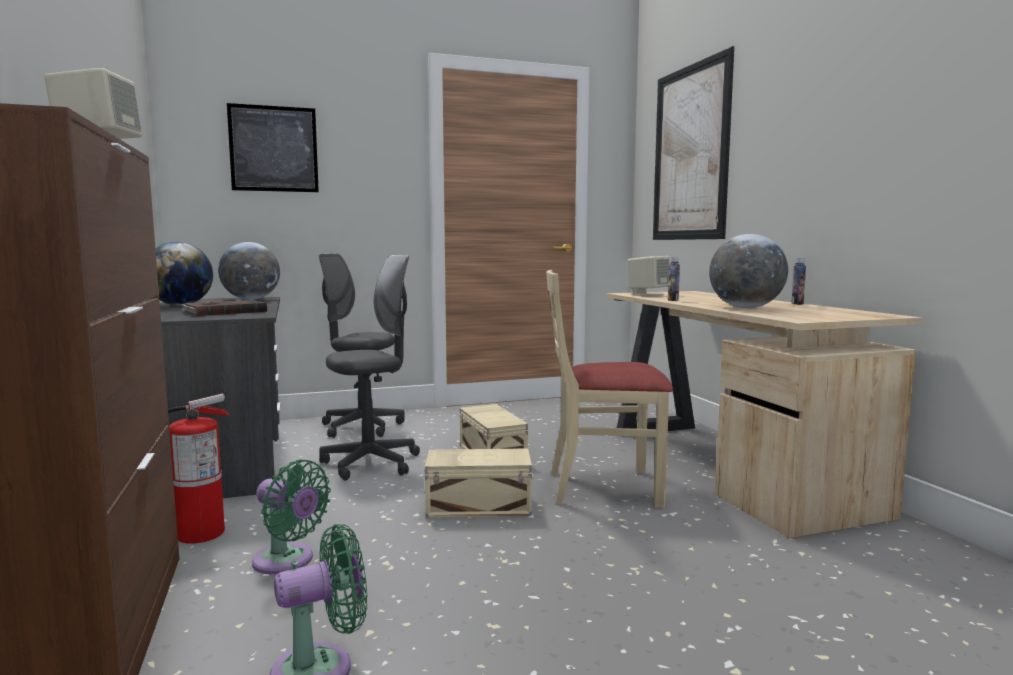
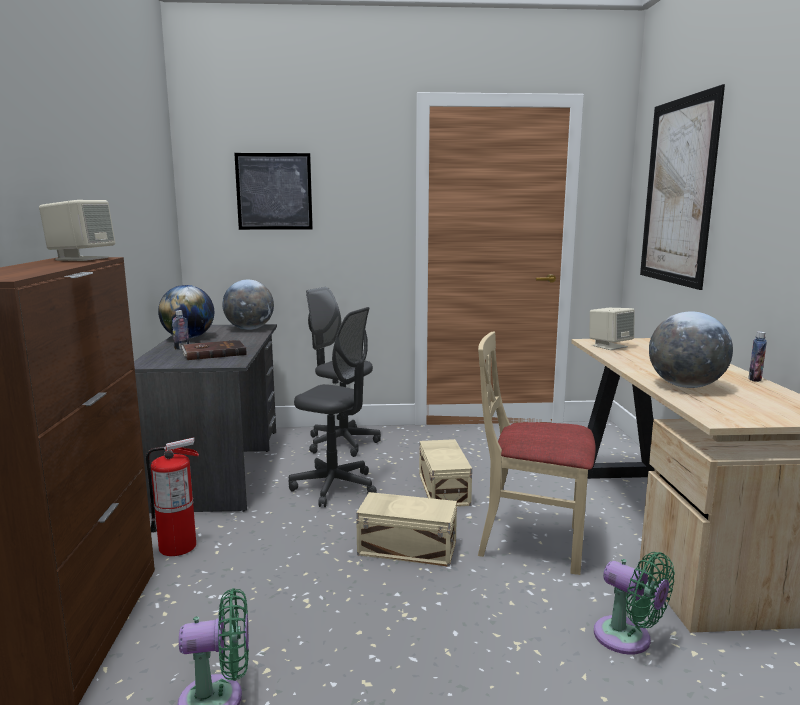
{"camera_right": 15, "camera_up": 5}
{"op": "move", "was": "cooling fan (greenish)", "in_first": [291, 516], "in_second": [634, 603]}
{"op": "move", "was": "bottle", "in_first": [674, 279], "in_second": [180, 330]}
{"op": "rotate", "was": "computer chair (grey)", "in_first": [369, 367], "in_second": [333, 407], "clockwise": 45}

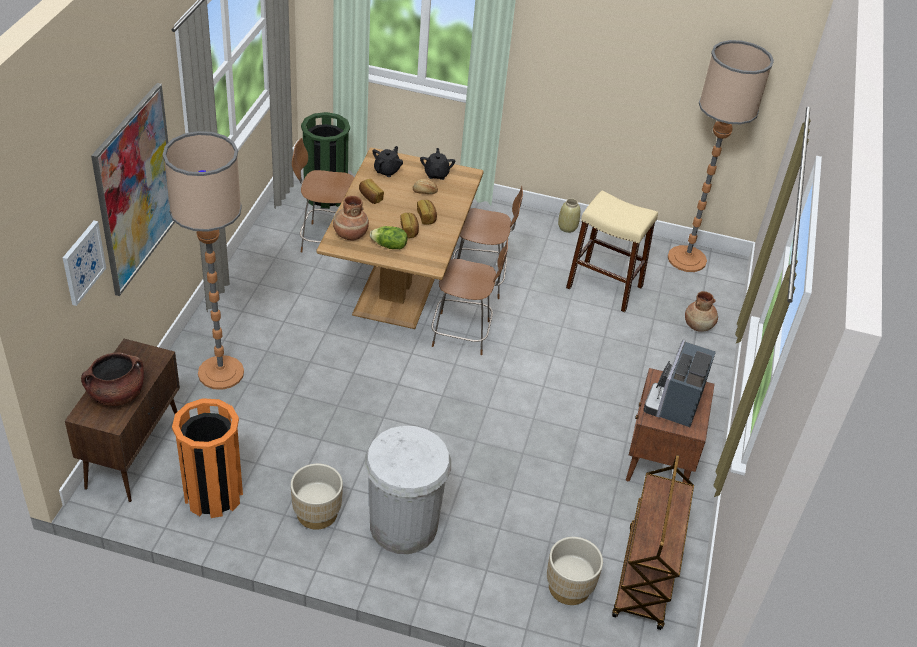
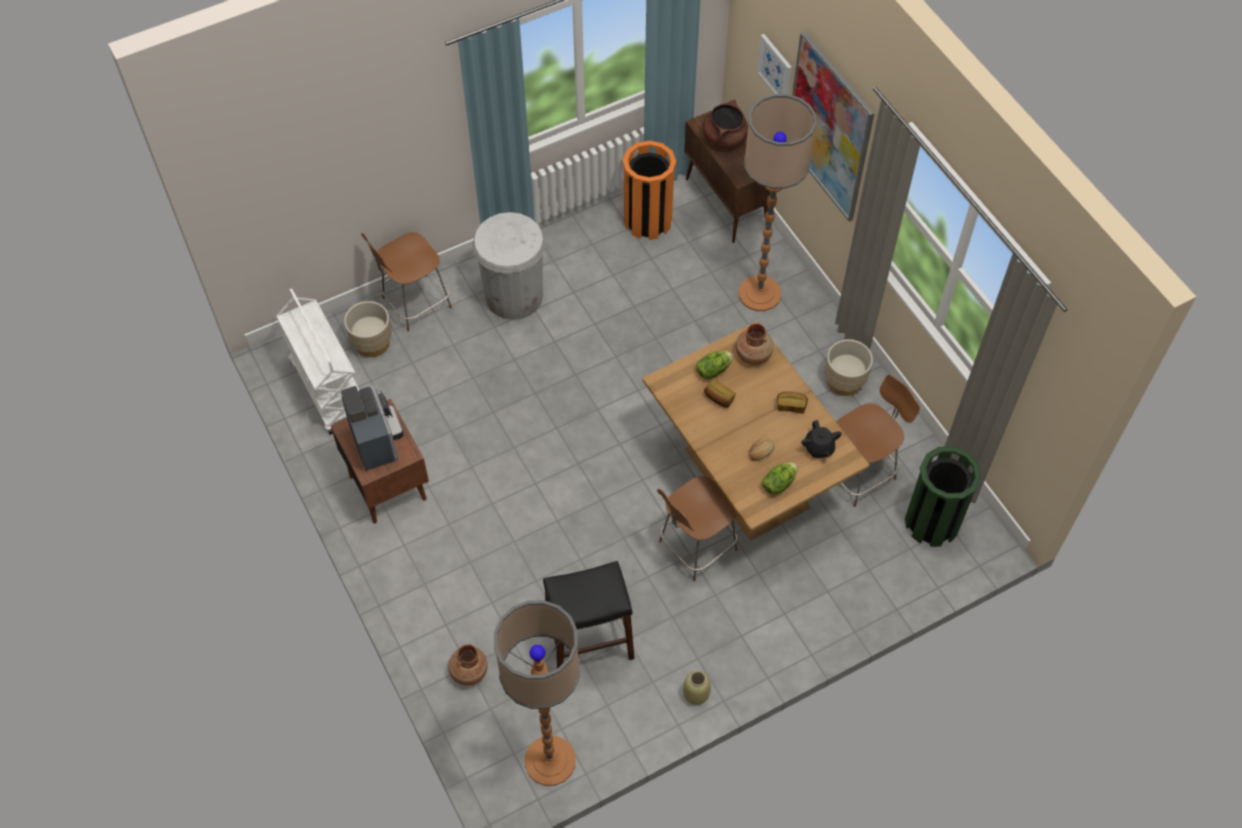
{"camera_right": 140, "camera_up": 15}
{"op": "delete", "was": "bread", "in_first": [427, 212]}
{"op": "move", "was": "flower pot (beige-coloured)", "in_first": [317, 497], "in_second": [849, 367]}
{"op": "move", "was": "plain chair (brownish)", "in_first": [469, 296], "in_second": [406, 282]}
{"op": "replace", "was": "pot for tea (black)", "now": "lettuce head", "in_first": [437, 164], "in_second": [780, 478]}
{"op": "recolor", "was": "stool (beige-coloured)", "now": "stool (black)", "in_first": [612, 251], "in_second": [588, 615]}
{"op": "recolor", "was": "wheeled cart (brownish)", "now": "wheeled cart (white)", "in_first": [653, 542], "in_second": [318, 361]}

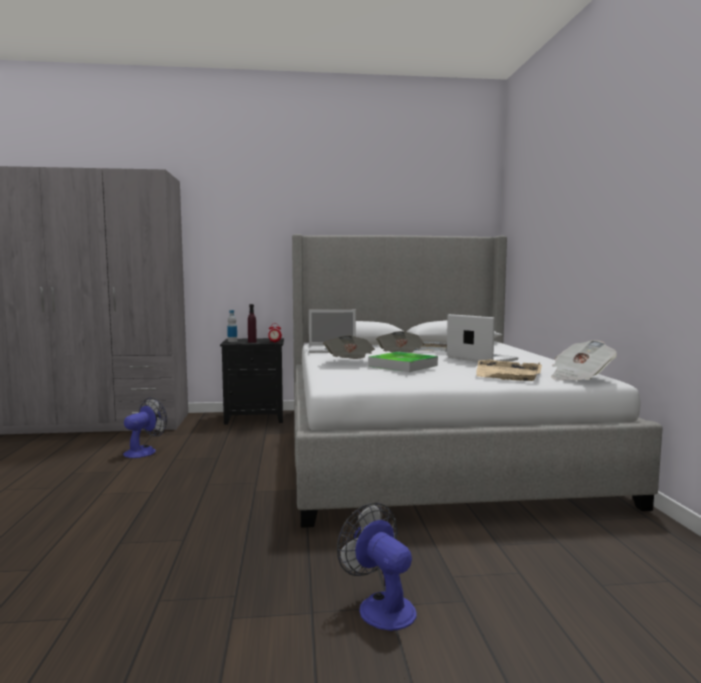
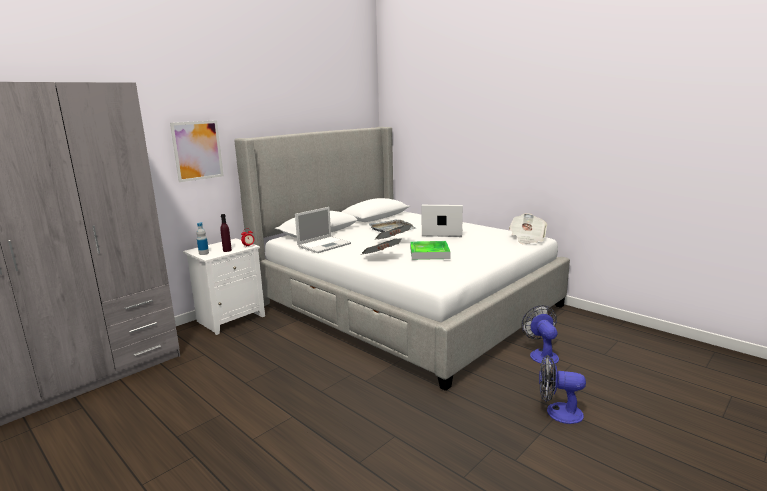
{"camera_right": -40, "camera_up": 10}
{"op": "delete", "was": "serving tray (beige-coloured)", "in_first": [509, 370]}
{"op": "insert", "now": "picture", "in_second": [197, 151]}
{"op": "move", "was": "cooling fan", "in_first": [145, 428], "in_second": [540, 335]}
{"op": "recolor", "was": "bedside table (black)", "now": "bedside table (white)", "in_first": [252, 381], "in_second": [224, 286]}

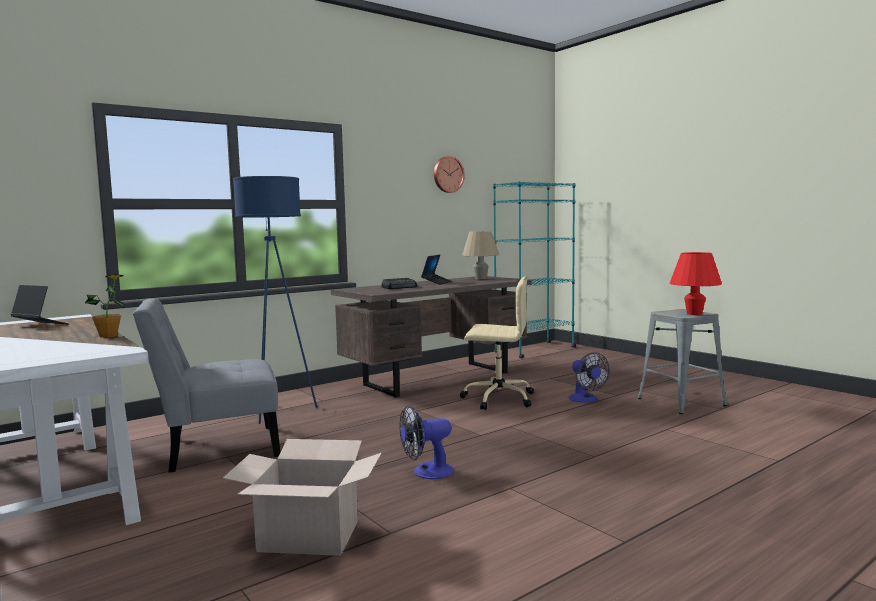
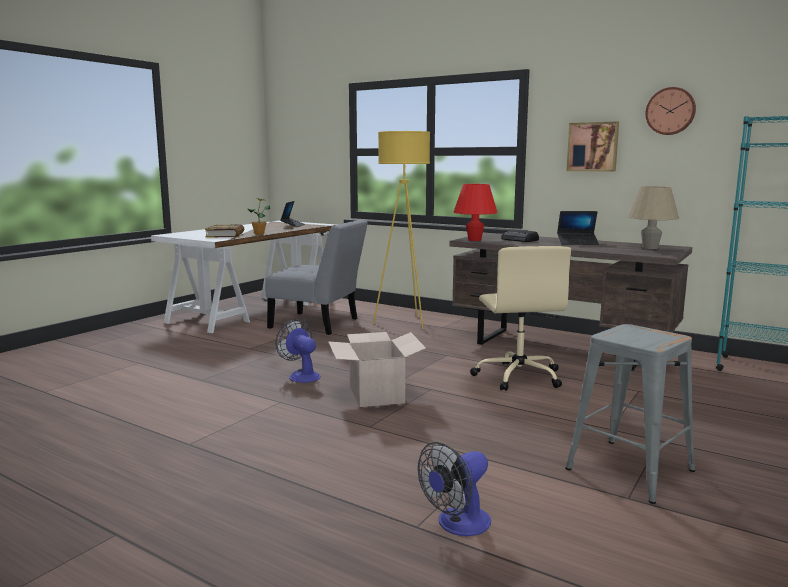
{"camera_right": 70, "camera_up": 5}
{"op": "insert", "now": "book", "in_second": [224, 231]}
{"op": "insert", "now": "picture", "in_second": [592, 146]}
{"op": "move", "was": "carton", "in_first": [302, 497], "in_second": [377, 369]}
{"op": "move", "was": "cooling fan", "in_first": [589, 378], "in_second": [454, 489]}
{"op": "move", "was": "table lamp (red)", "in_first": [696, 283], "in_second": [476, 212]}
{"op": "recolor", "was": "standard lamp (bluish)", "now": "standard lamp (yellowish)", "in_first": [275, 300], "in_second": [401, 230]}
{"op": "rotate", "was": "plain chair (grey)", "in_first": [206, 385], "in_second": [316, 277], "clockwise": 150}

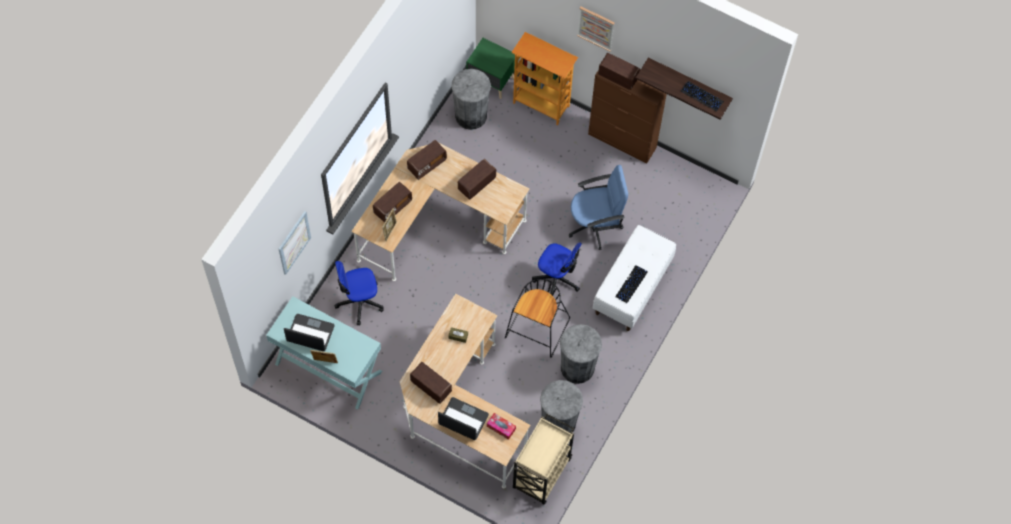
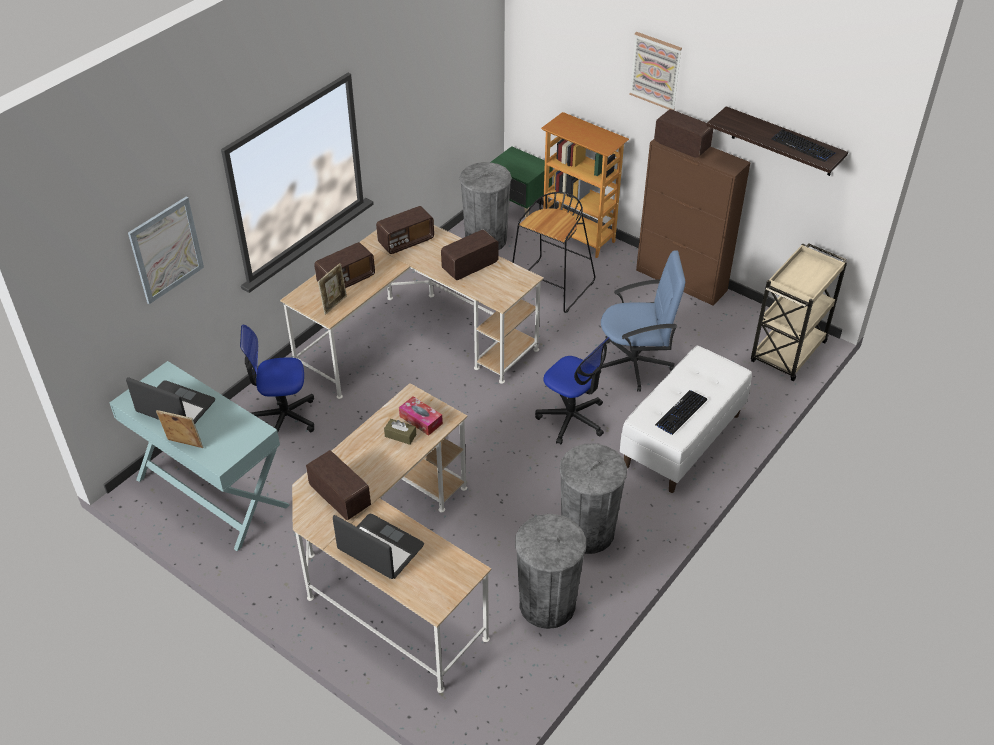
{"camera_right": 10, "camera_up": -20}
{"op": "move", "was": "box of tissues", "in_first": [501, 426], "in_second": [421, 416]}
{"op": "move", "was": "stool (black)", "in_first": [537, 318], "in_second": [553, 252]}
{"op": "move", "was": "wheeled cart (beige-coloured)", "in_first": [543, 459], "in_second": [799, 312]}

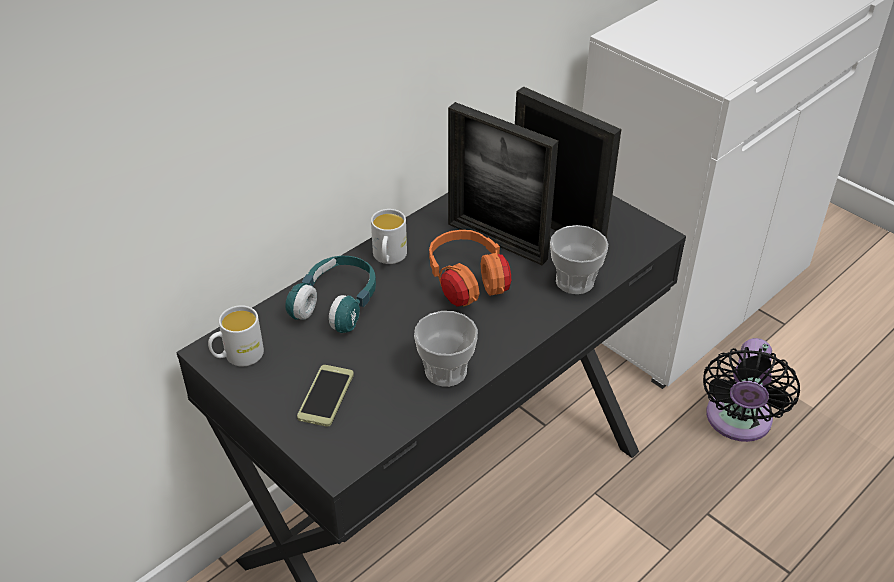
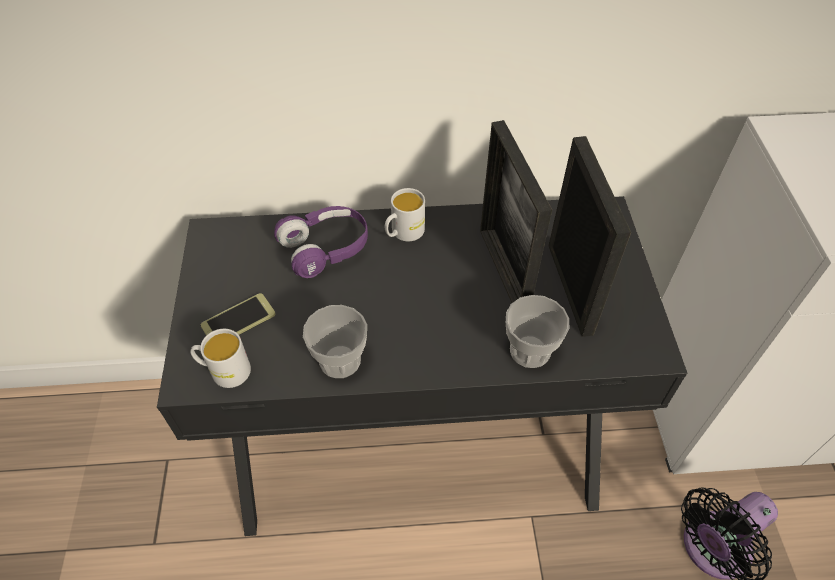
{"camera_right": 40, "camera_up": 10}
{"op": "delete", "was": "headset (orange)", "in_first": [470, 268]}
{"op": "move", "was": "tea mug (white)", "in_first": [236, 335], "in_second": [220, 358]}
{"op": "recolor", "was": "headset (blue-green)", "now": "headset (purple-coloured)", "in_first": [330, 294], "in_second": [321, 242]}

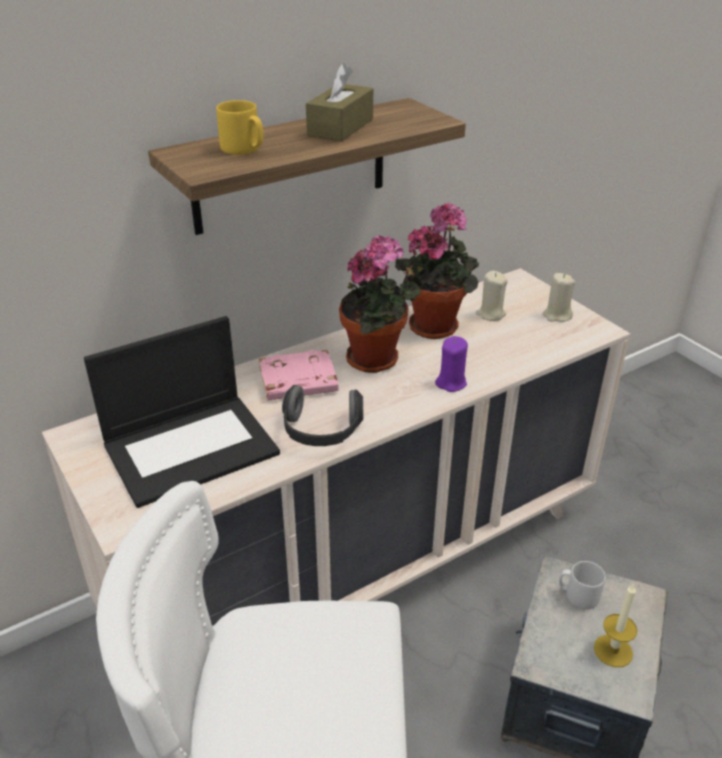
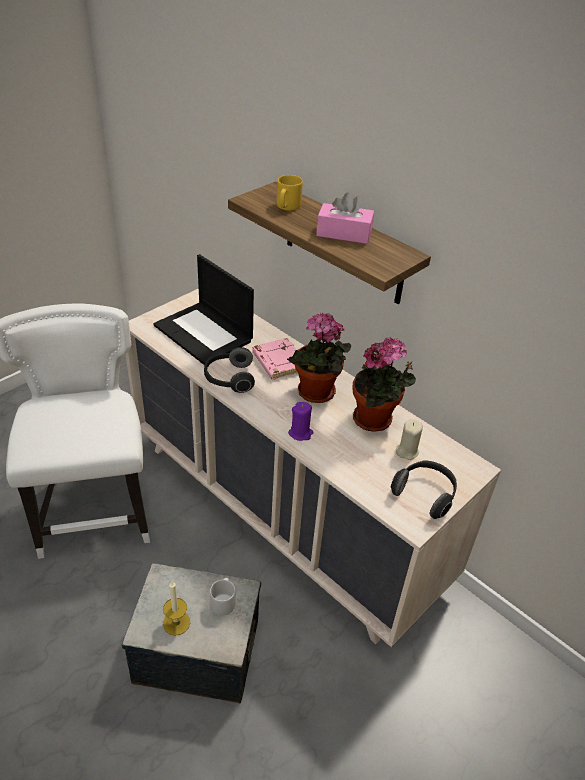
{"camera_right": 75, "camera_up": 5}
{"op": "replace", "was": "candle (beige-coloured)", "now": "headset", "in_first": [559, 297], "in_second": [424, 489]}
{"op": "recolor", "was": "box of tissues (brownish)", "now": "box of tissues (pink)", "in_first": [339, 102], "in_second": [345, 218]}

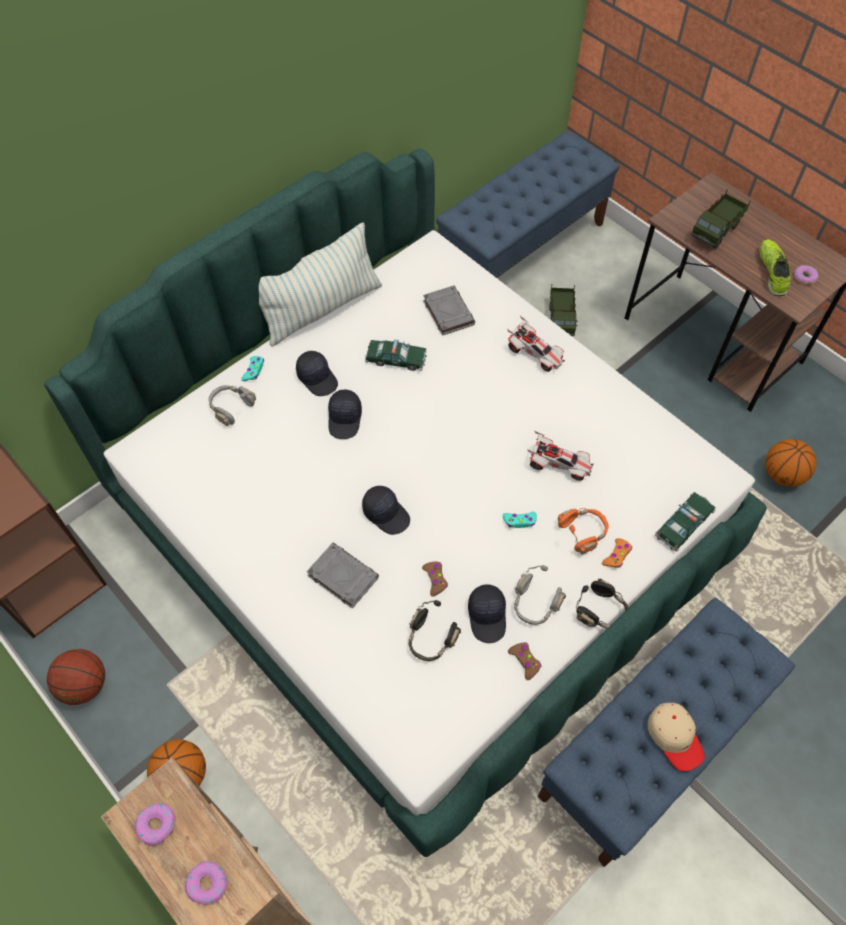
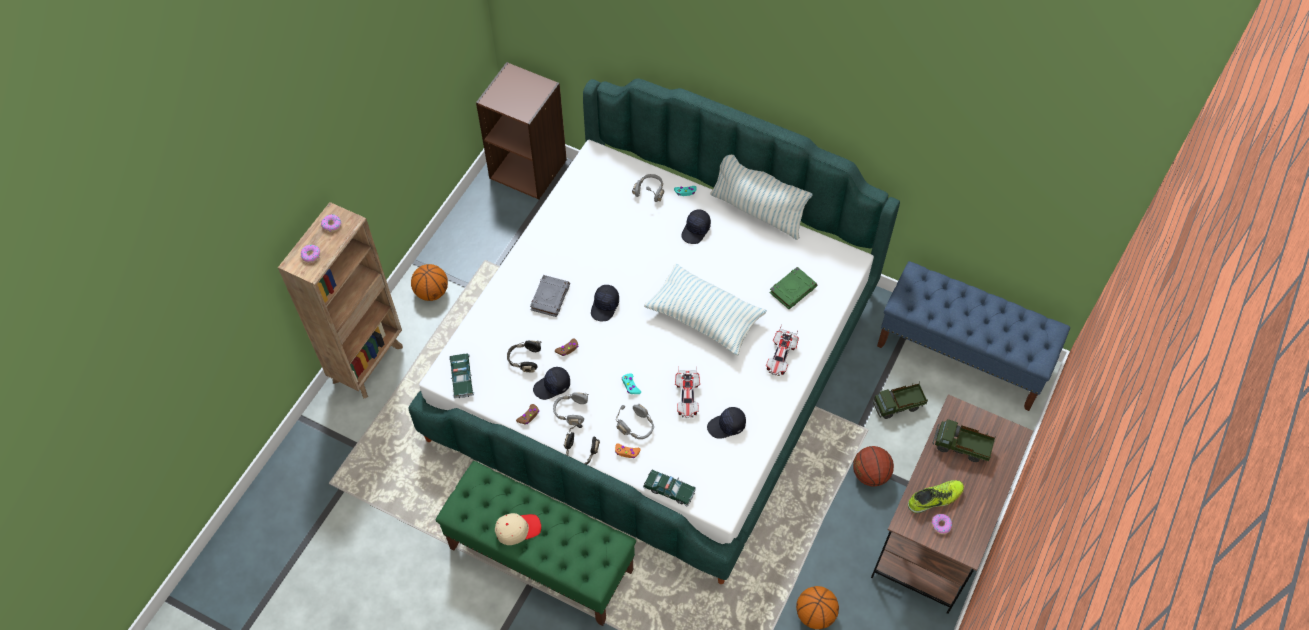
{"camera_right": 70, "camera_up": 0}
{"op": "insert", "now": "throw pillow", "in_second": [705, 309]}
{"op": "move", "was": "basketball ball", "in_first": [76, 677], "in_second": [873, 466]}
{"op": "move", "was": "cap (black)", "in_first": [345, 414], "in_second": [726, 423]}
{"op": "move", "was": "toy car", "in_first": [396, 355], "in_second": [461, 375]}
{"op": "recolor", "was": "book (grey)", "now": "book (greenish)", "in_first": [449, 310], "in_second": [793, 288]}
{"op": "recolor", "was": "bench (bluish)", "now": "bench (greenish)", "in_first": [666, 732], "in_second": [536, 543]}
{"op": "recolor", "was": "headset (orange)", "now": "headset (grey)", "in_first": [583, 531], "in_second": [634, 421]}
{"op": "rotate", "was": "cap (beige-coloured)", "in_first": [676, 737], "in_second": [518, 529], "clockwise": -150}

